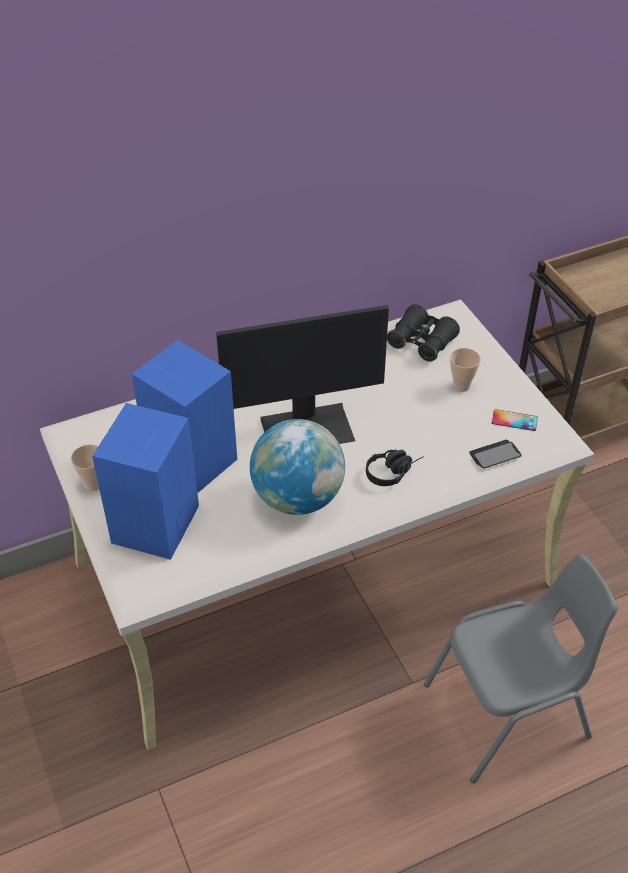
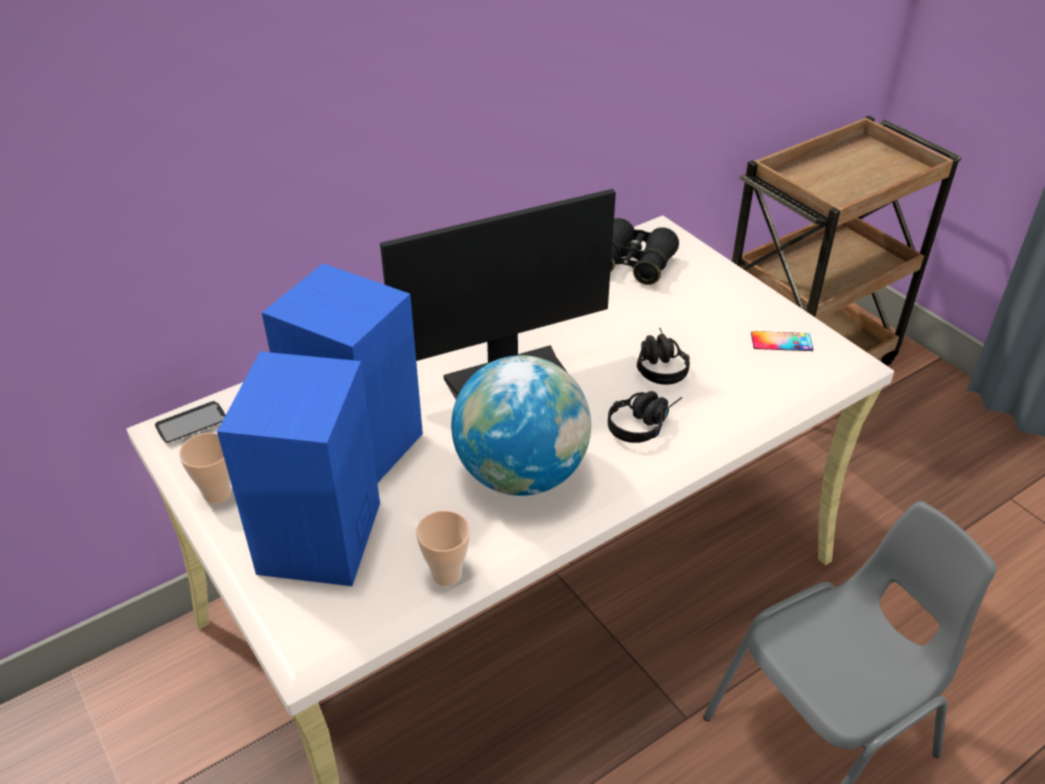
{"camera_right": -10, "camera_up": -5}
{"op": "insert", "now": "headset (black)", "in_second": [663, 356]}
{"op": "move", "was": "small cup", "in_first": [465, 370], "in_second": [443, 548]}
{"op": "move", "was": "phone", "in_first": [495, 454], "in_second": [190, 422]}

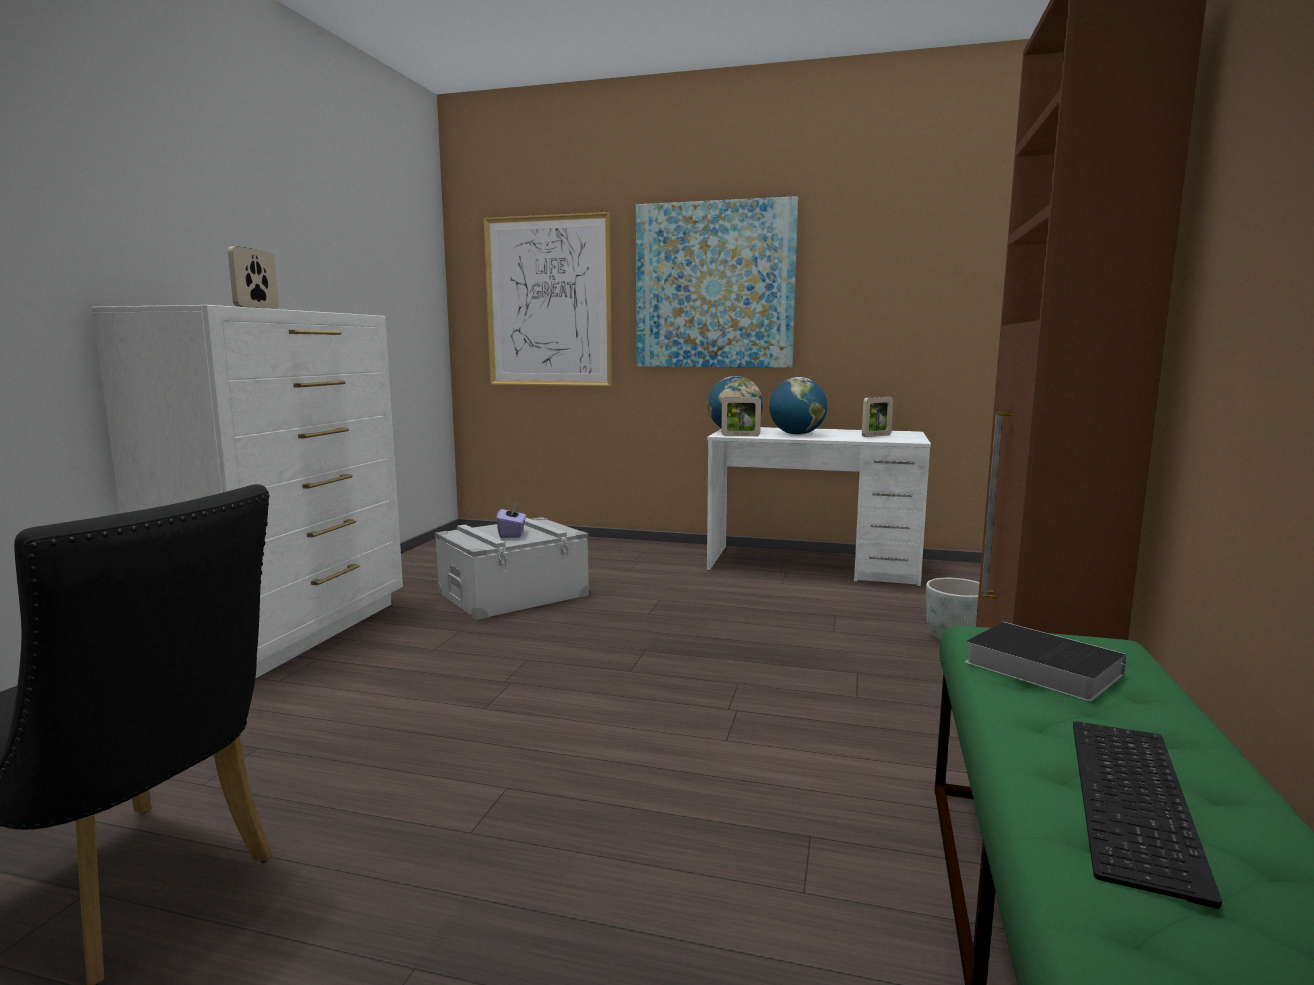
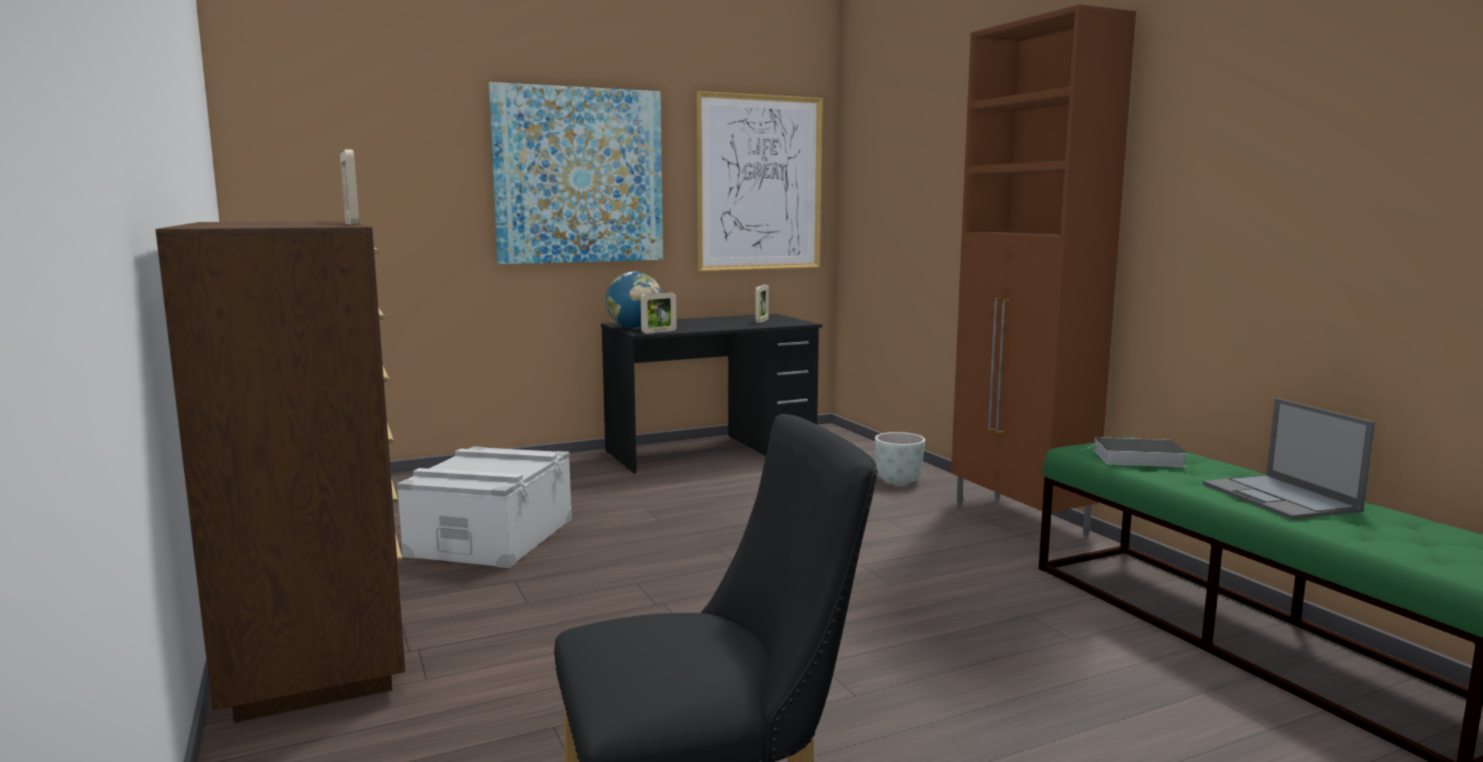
{"camera_right": -40, "camera_up": 0}
{"op": "delete", "was": "box of tissues (purple-coloured)", "in_first": [511, 520]}
{"op": "delete", "was": "desk globe", "in_first": [798, 406]}
{"op": "move", "was": "picture", "in_first": [548, 299], "in_second": [759, 181]}
{"op": "replace", "was": "PC keyboard", "now": "portable computer", "in_first": [1147, 815], "in_second": [1288, 458]}
{"op": "recolor", "was": "drawer chest (white)", "now": "drawer chest (brownish)", "in_first": [247, 491], "in_second": [280, 472]}
{"op": "recolor", "was": "desk unit (white)", "now": "desk unit (black)", "in_first": [819, 507], "in_second": [711, 394]}

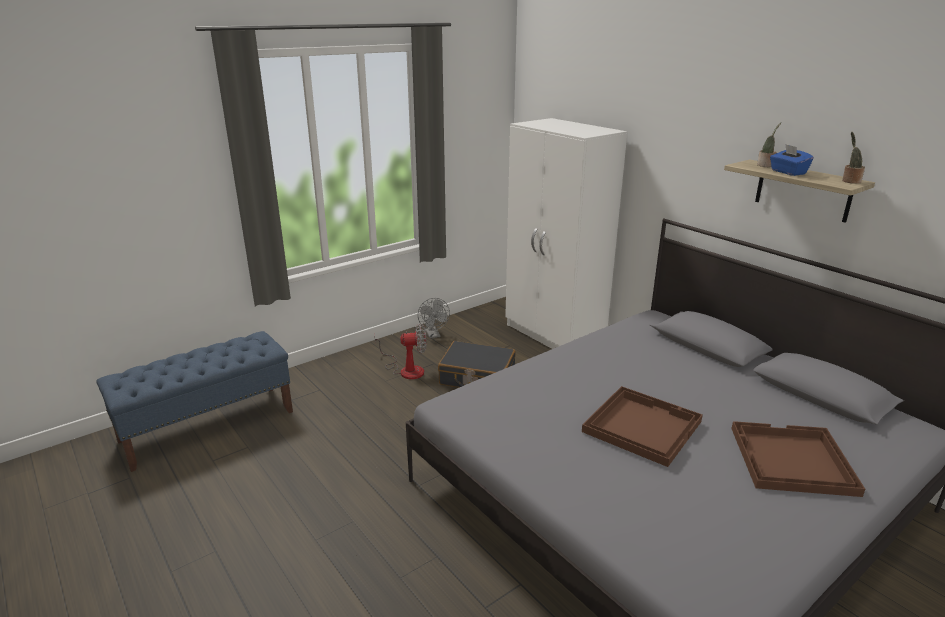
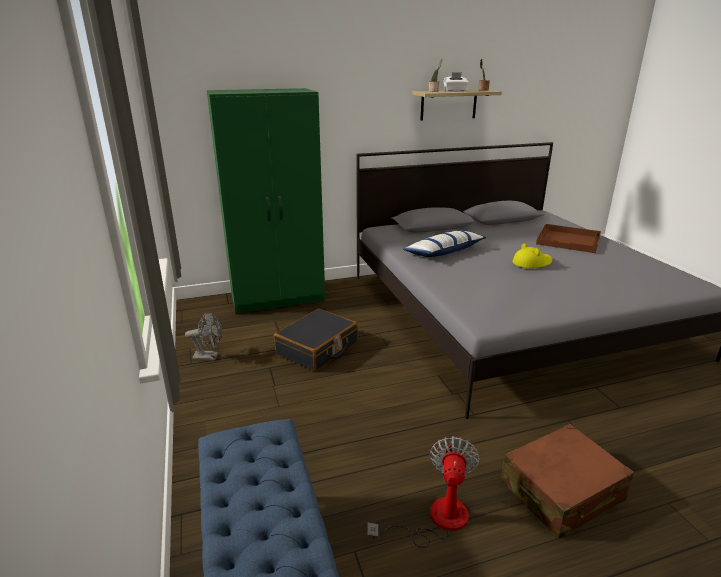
{"camera_right": -70, "camera_up": 0}
{"op": "insert", "now": "throw pillow", "in_second": [444, 244]}
{"op": "insert", "now": "suitcase (brownish)", "in_second": [567, 481]}
{"op": "move", "was": "cooling fan", "in_first": [400, 351], "in_second": [423, 492]}
{"op": "replace", "was": "serving tray (brownish)", "now": "wearable hat (yellowish)", "in_first": [642, 426], "in_second": [532, 255]}
{"op": "recolor", "was": "clothes cupboard (white)", "now": "clothes cupboard (greenish)", "in_first": [566, 233], "in_second": [266, 201]}
{"op": "recolor", "was": "box of tissues (bluish)", "now": "box of tissues (white)", "in_first": [792, 160], "in_second": [455, 82]}

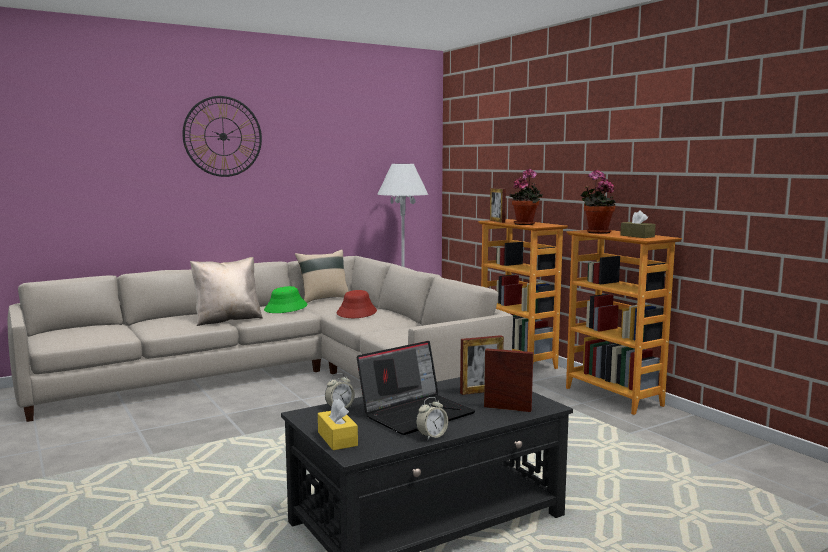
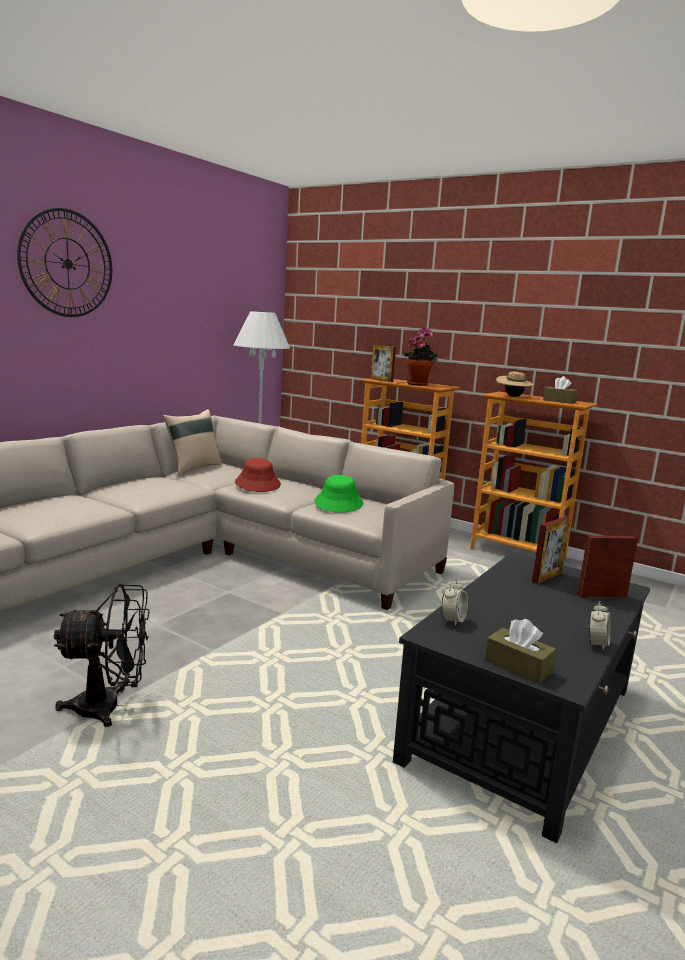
{"camera_right": -25, "camera_up": 5}
{"op": "delete", "was": "throw pillow (beige-coloured)", "in_first": [226, 291]}
{"op": "delete", "was": "portable computer", "in_first": [416, 388]}
{"op": "insert", "now": "cooling fan (black)", "in_second": [101, 655]}
{"op": "move", "was": "wearable hat (greenish)", "in_first": [285, 299], "in_second": [338, 494]}
{"op": "replace", "was": "houseplant", "now": "wearable hat (beige-coloured)", "in_first": [598, 202], "in_second": [515, 384]}
{"op": "recolor", "was": "box of tissues (yellowish)", "now": "box of tissues (brownish)", "in_first": [338, 424], "in_second": [520, 651]}

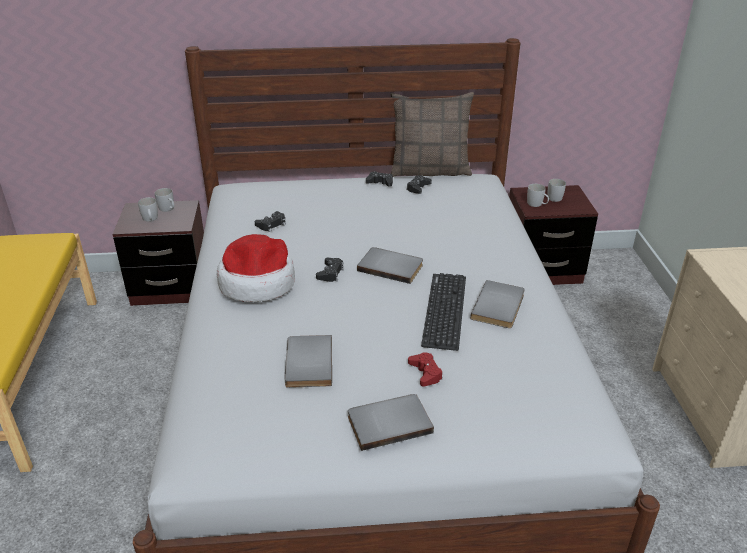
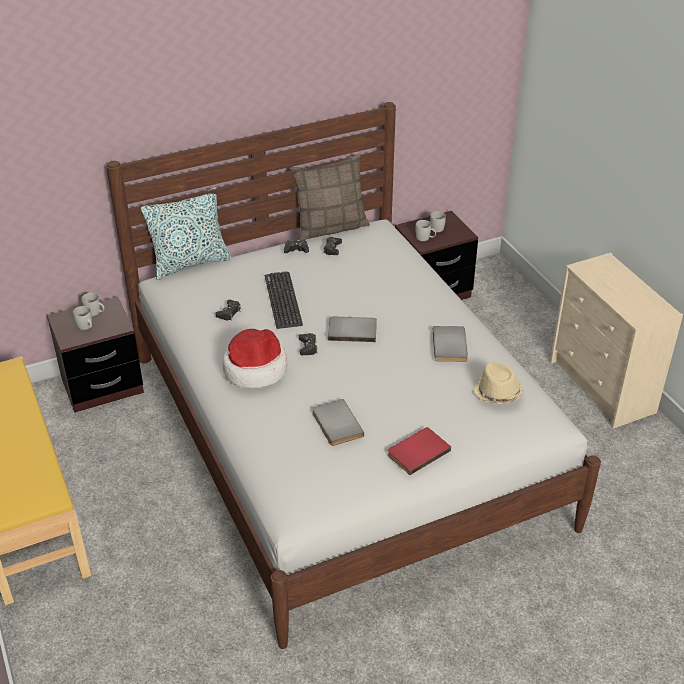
{"camera_right": -20, "camera_up": 5}
{"op": "delete", "was": "gamepad (red)", "in_first": [425, 369]}
{"op": "insert", "now": "throw pillow", "in_second": [186, 233]}
{"op": "insert", "now": "wearable hat (beige-coloured)", "in_second": [499, 383]}
{"op": "move", "was": "PC keyboard", "in_first": [443, 312], "in_second": [284, 300]}
{"op": "recolor", "was": "book (grey)", "now": "book (red)", "in_first": [391, 422], "in_second": [419, 451]}

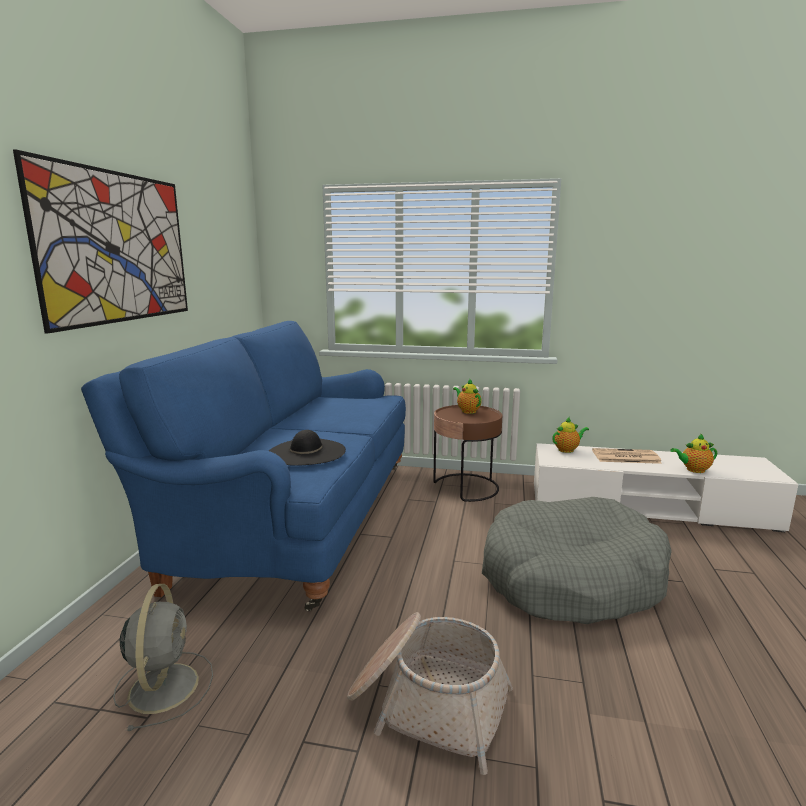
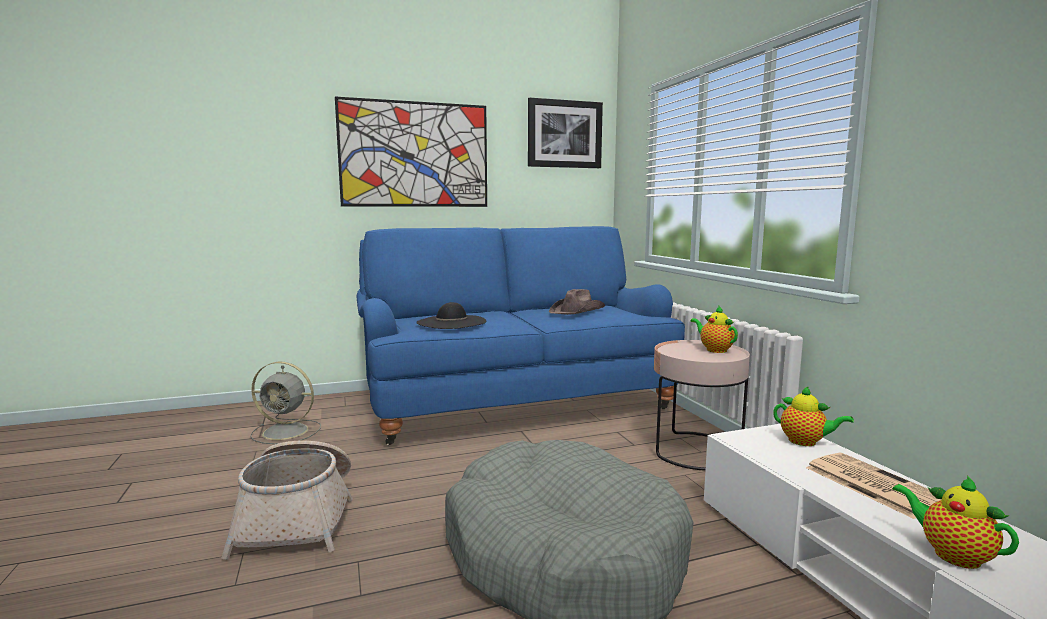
{"camera_right": 60, "camera_up": -5}
{"op": "insert", "now": "picture", "in_second": [565, 132]}
{"op": "insert", "now": "wearable hat (brownish)", "in_second": [577, 302]}
{"op": "recolor", "was": "end table (brownish)", "now": "end table (pink)", "in_first": [467, 453], "in_second": [702, 405]}
{"op": "rotate", "was": "cooling fan (grey)", "in_first": [163, 657], "in_second": [285, 403], "clockwise": 45}
{"op": "rotate", "was": "pot for tea", "in_first": [467, 396], "in_second": [714, 329], "clockwise": -60}

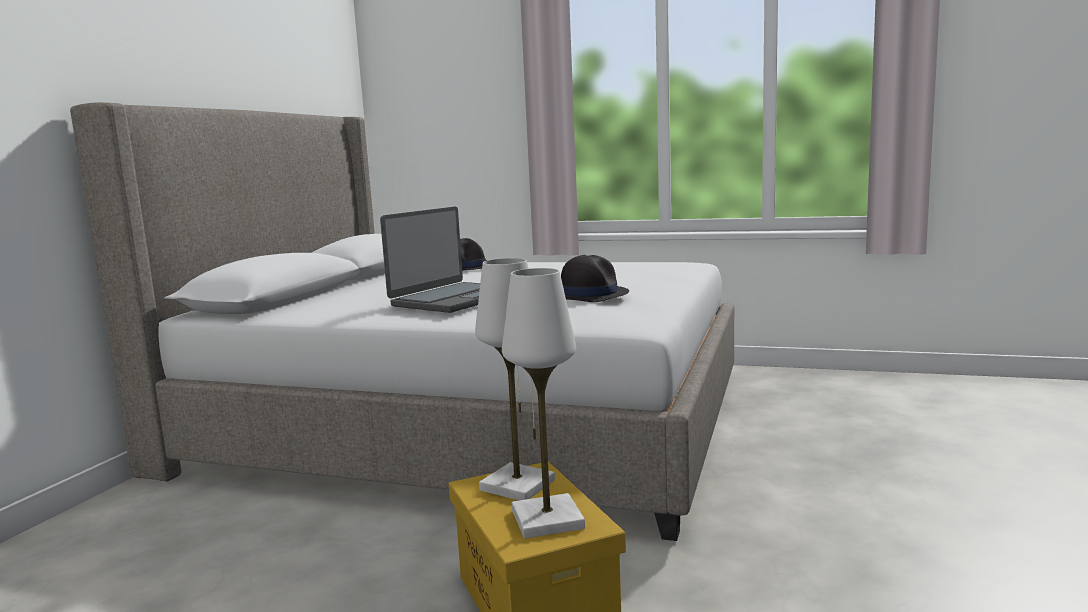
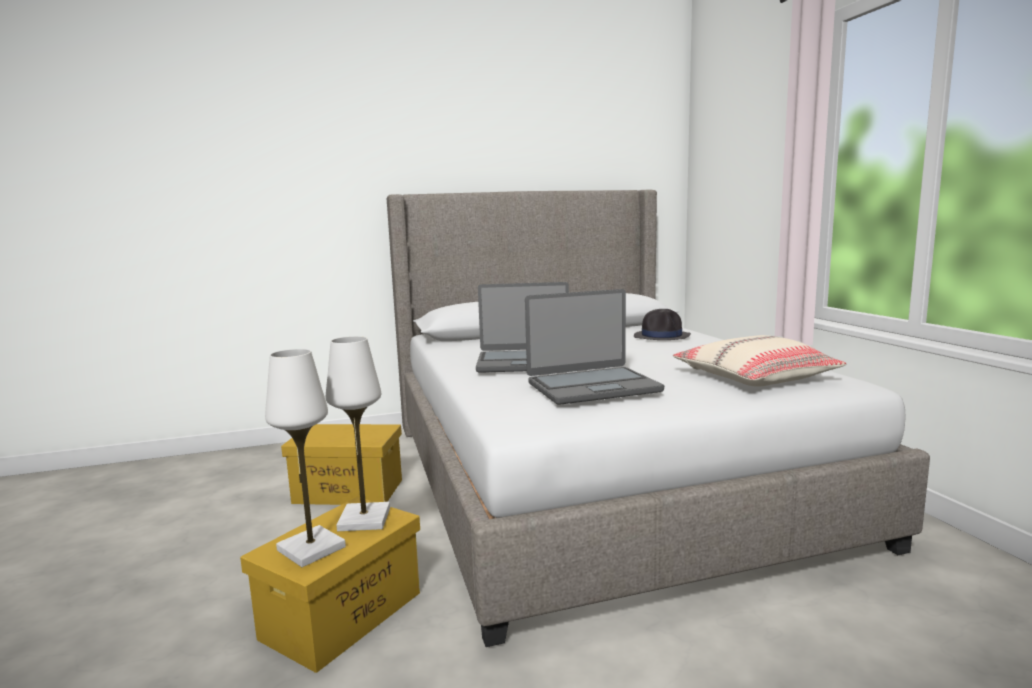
{"camera_right": 55, "camera_up": 0}
{"op": "insert", "now": "storage box (yellowish)", "in_second": [341, 464]}
{"op": "insert", "now": "throw pillow (beige-coloured)", "in_second": [759, 361]}
{"op": "replace", "was": "wearable hat (black)", "now": "portable computer", "in_first": [595, 278], "in_second": [594, 347]}

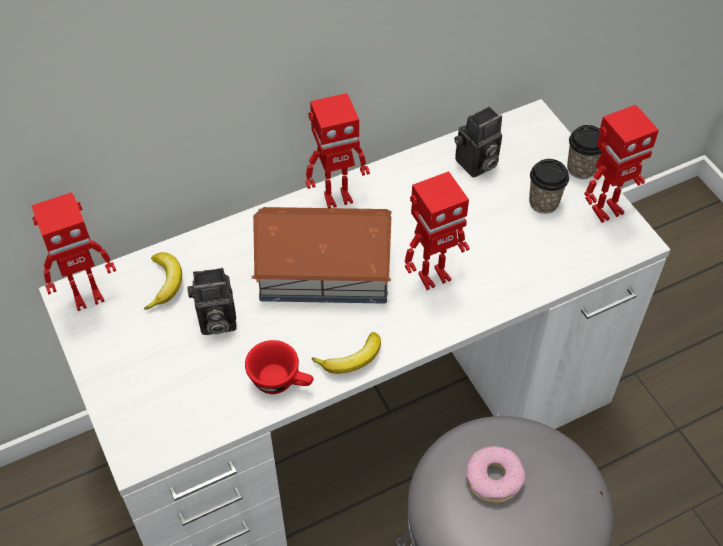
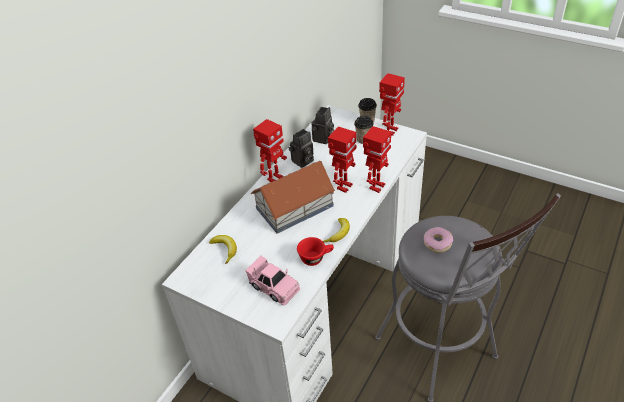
{"camera_right": -30, "camera_up": -10}
{"op": "insert", "now": "toy car (pink)", "in_second": [272, 280]}
{"op": "move", "was": "model robot", "in_first": [73, 251], "in_second": [377, 159]}
{"op": "move", "was": "still camera", "in_first": [212, 301], "in_second": [301, 148]}

